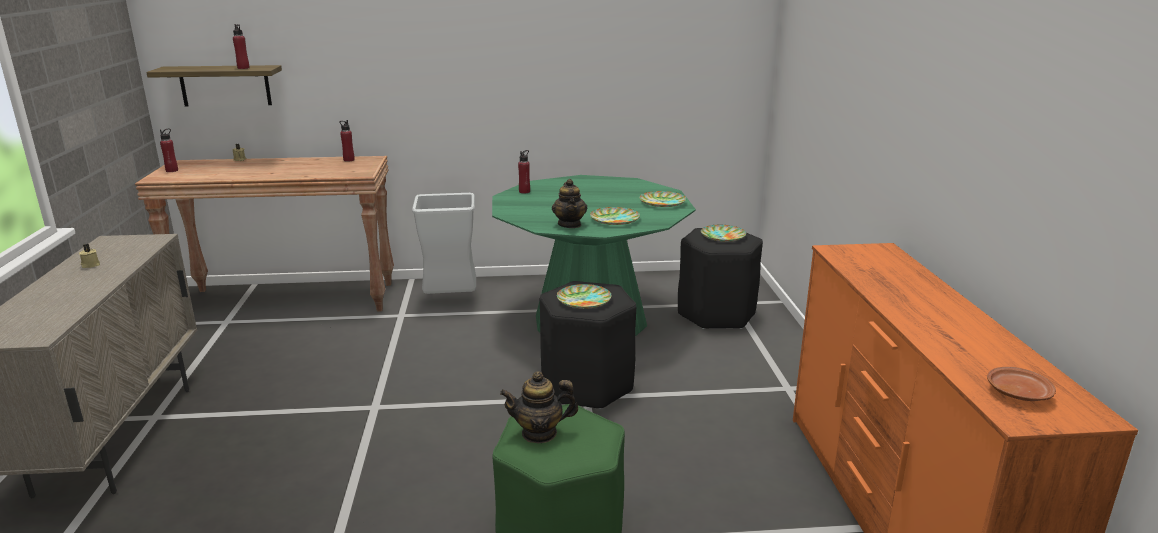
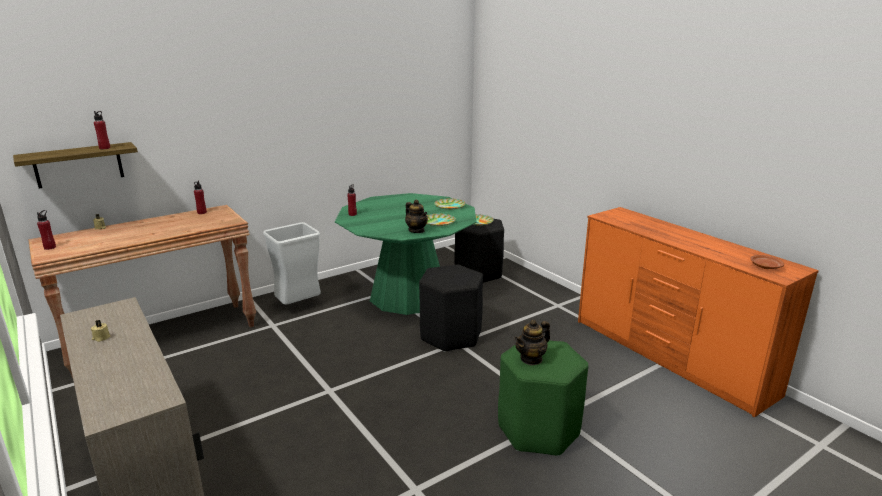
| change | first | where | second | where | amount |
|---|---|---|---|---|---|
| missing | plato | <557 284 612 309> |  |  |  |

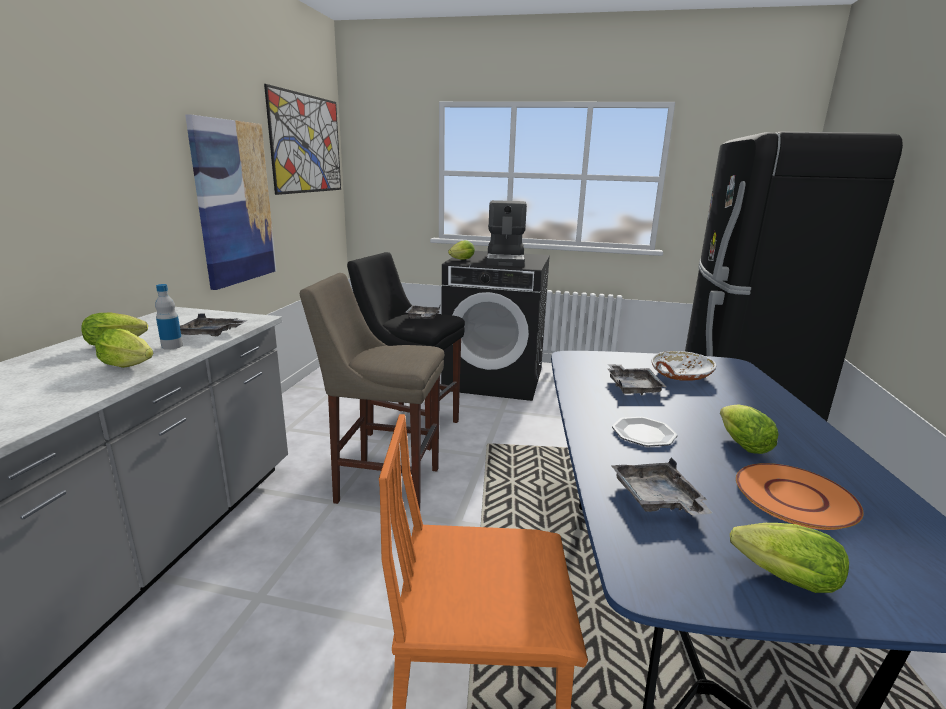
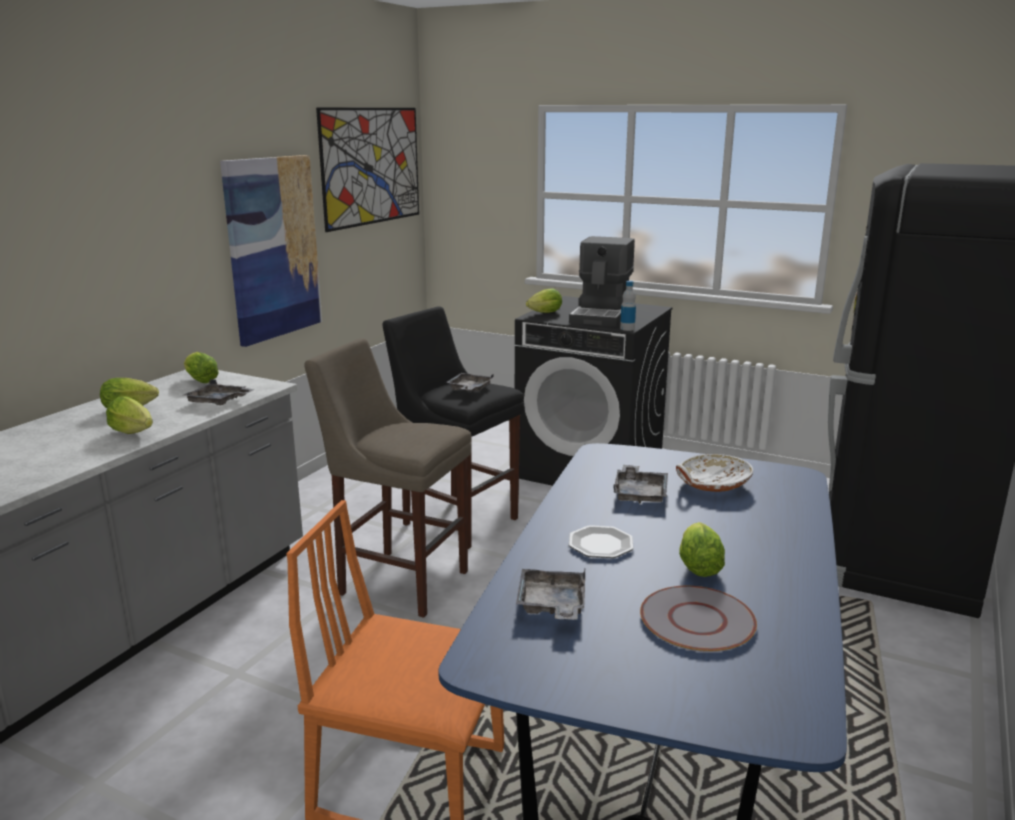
| change | first | where | second | where | amount |
|---|---|---|---|---|---|
| relocated | lechuga | <730 523 849 593> |  | <184 352 219 383> |  |
| relocated | botella | <155 284 183 350> |  | <620 281 636 331> |  |
| colour | plato [naranja] | <736 463 864 530> | plato [gris] | <640 586 757 652> |  |

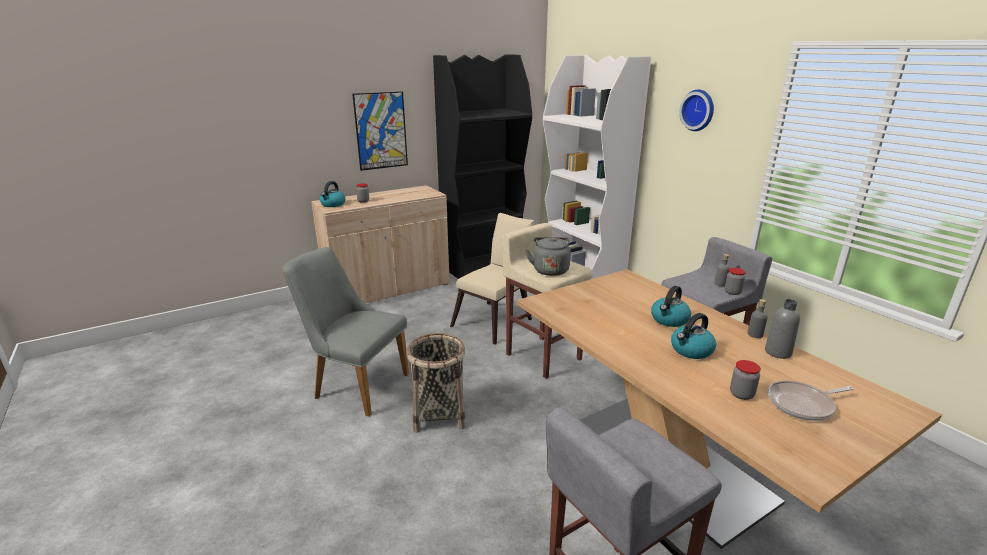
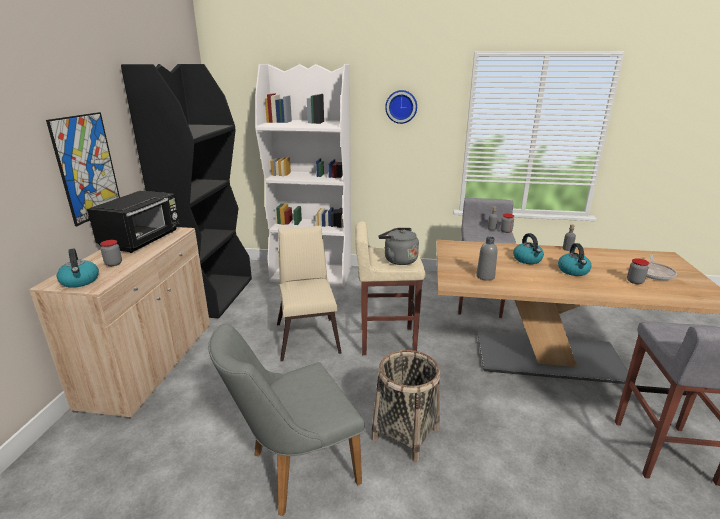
| change | first | where | second | where | amount |
|---|---|---|---|---|---|
| appeared |  |  | microondas [negro] | <87 191 181 253> |  |
| relocated | botella [gris] | <765 299 800 359> |  | <476 237 497 281> |  |

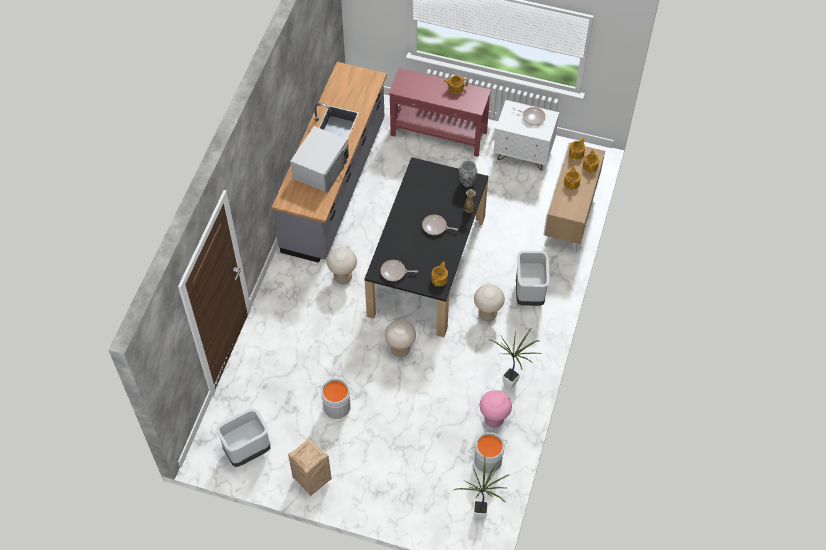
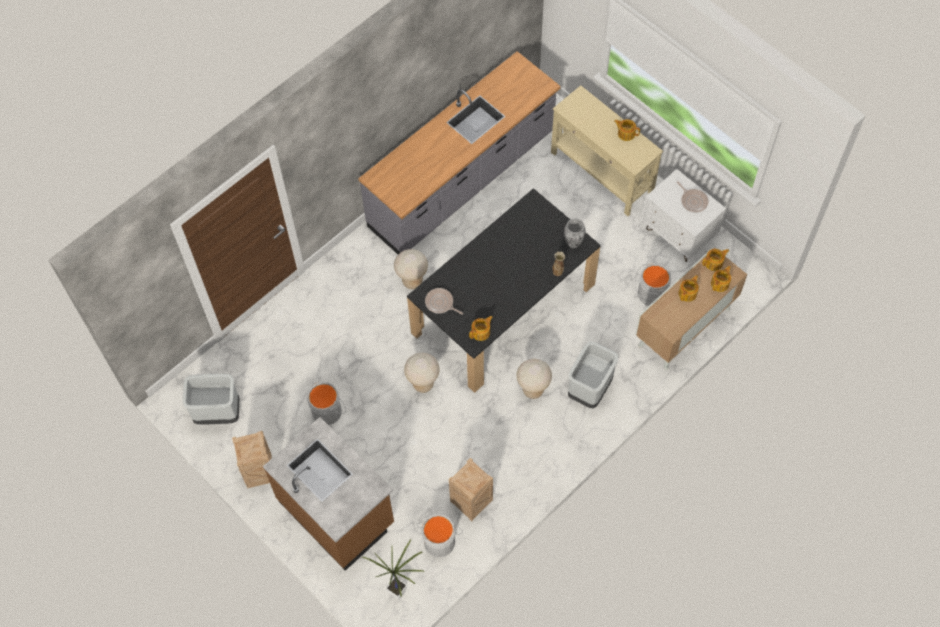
| change | first | where | second | where | amount |
|---|---|---|---|---|---|
| appeared |  |  | mueble bajo de cocina [marrón] | <263 417 394 571> |  |
| exchanged | taburete [rosa] | <480 390 512 428> | caja de embalaje | <449 458 493 521> |  |
| colour | mesa consola [rojo] | <389 68 491 157> | mesa consola [beis] | <551 85 663 216> |  |
| appeared |  |  | cubo [gris] | <635 263 671 306> |  |
| missing | microondas [blanco] | <290 126 349 193> |  |  |  |
| missing | sartén | <422 215 457 235> |  |  |  |
| missing | planta en maceta | <490 328 541 389> |  |  |  |

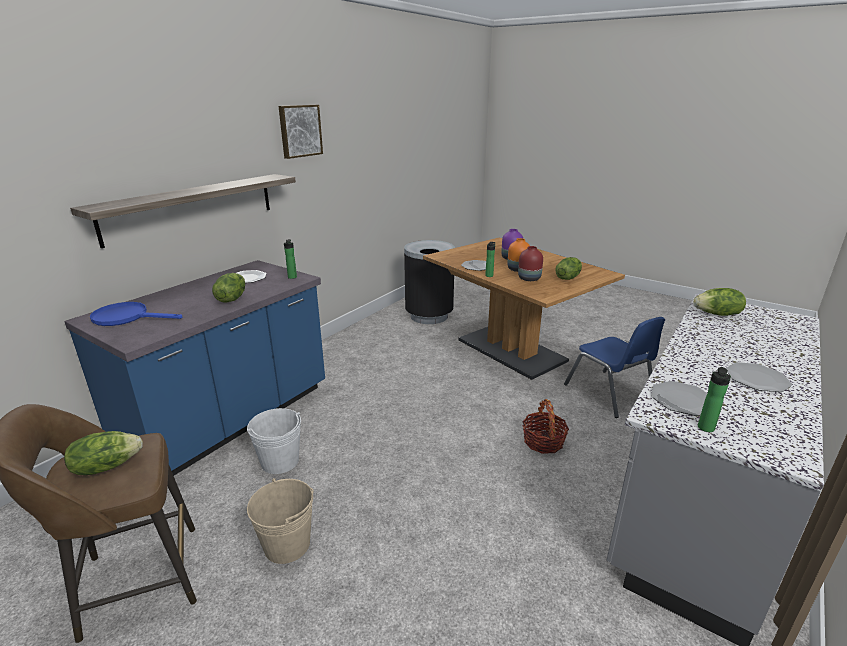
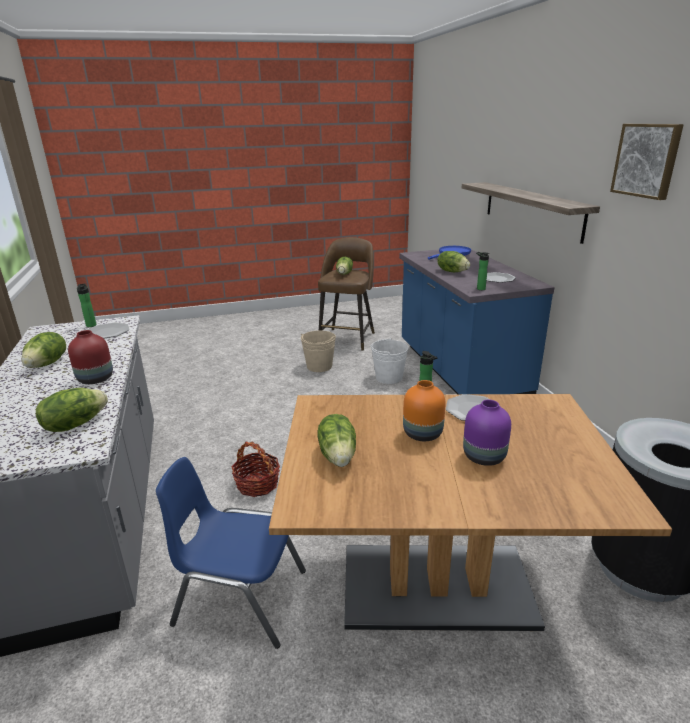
| change | first | where | second | where | amount |
|---|---|---|---|---|---|
| exchanged | plato | <726 362 792 392> | lechuga | <21 332 66 368> |  |
| relocated | florero [rojo] | <518 246 543 281> |  | <68 330 113 384> |  |

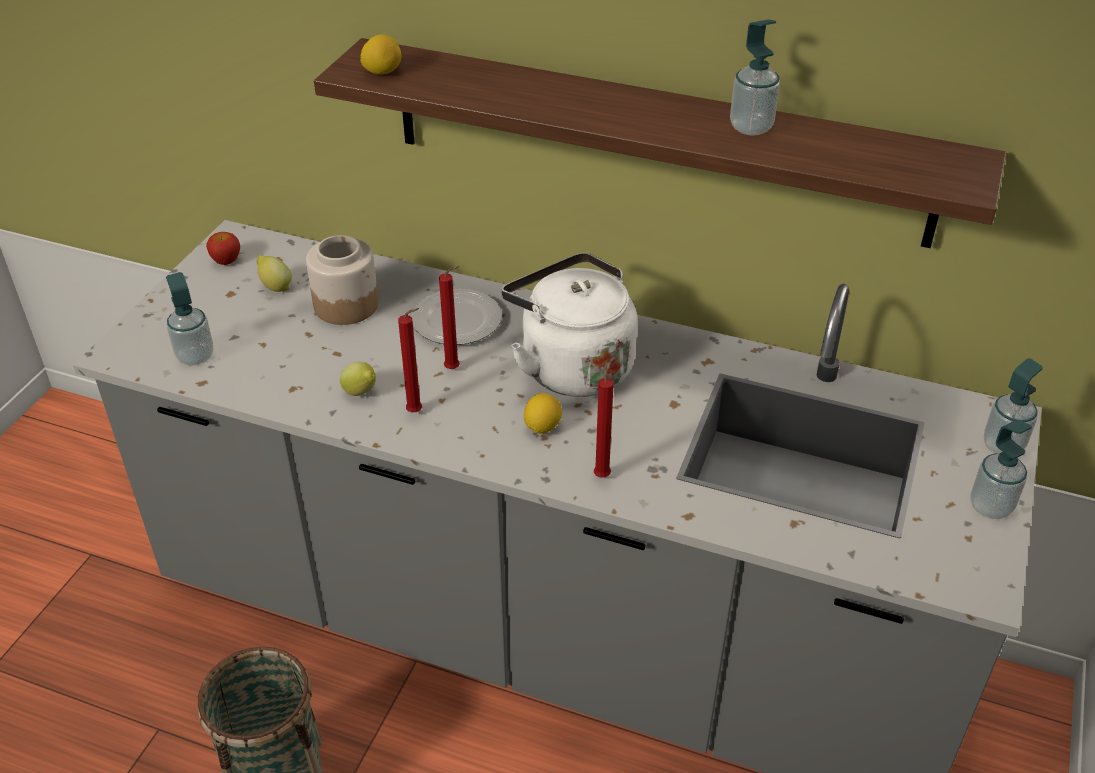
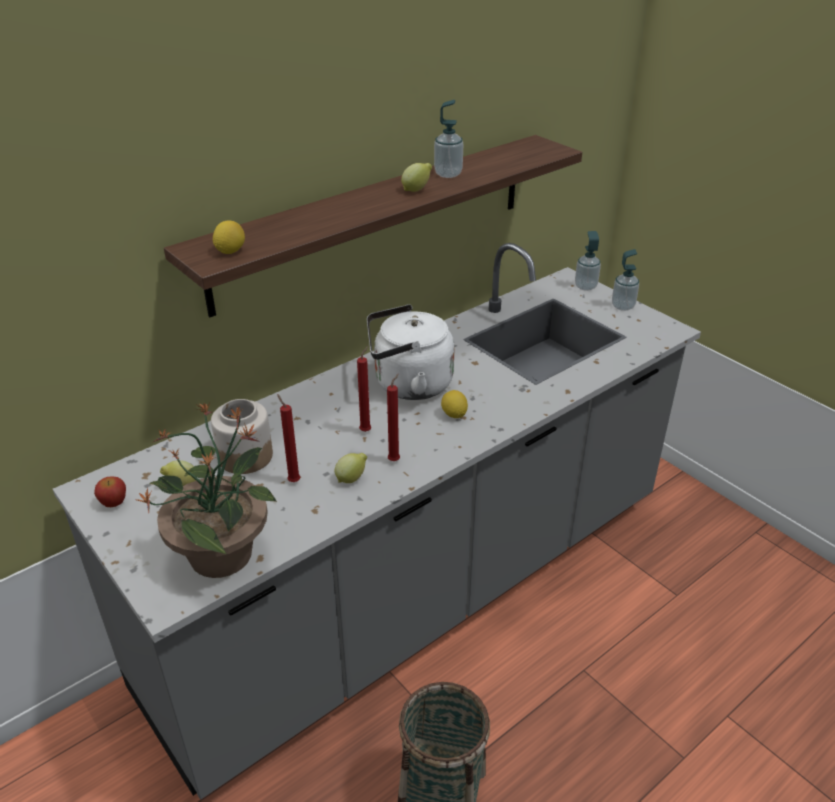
| change | first | where | second | where | amount |
|---|---|---|---|---|---|
| exchanged | dispensador de jabón | <166 272 213 365> | planta en maceta | <137 401 277 578> |  |
| relocated | vela [rojo] | <594 361 614 478> |  | <277 394 300 482> |  |
| appeared |  |  | limón | <401 163 432 192> |  |
| missing | plato | <412 289 502 345> |  |  |  |

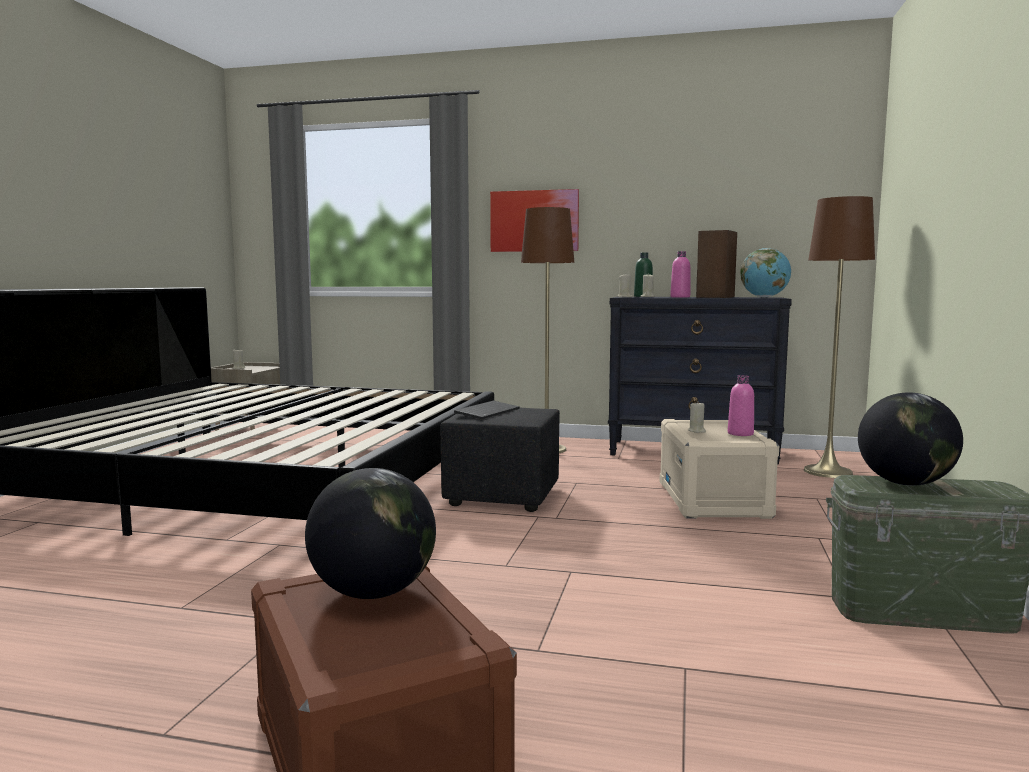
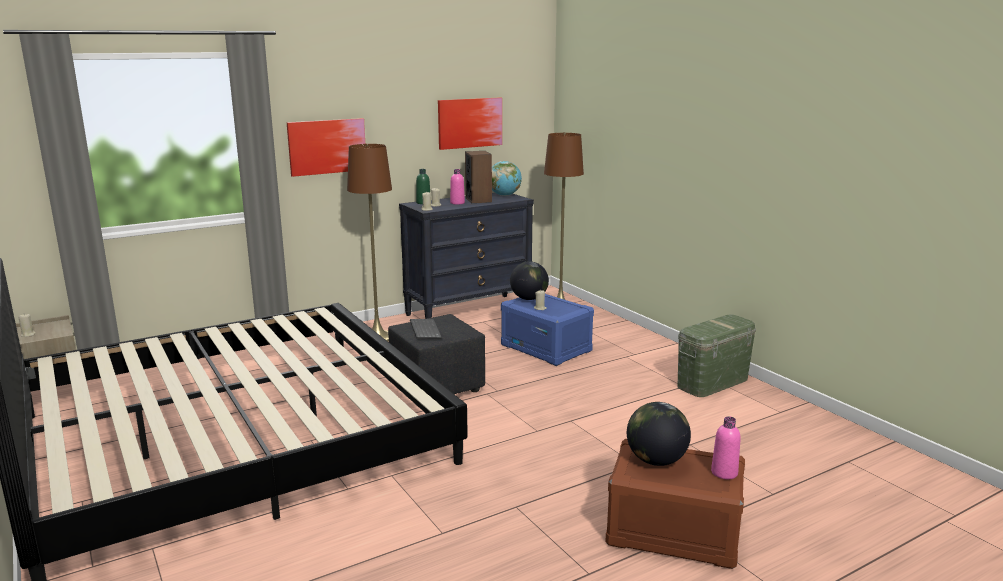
| change | first | where | second | where | amount |
|---|---|---|---|---|---|
| appeared |  |  | cuadro | <438 98 502 150> |  |
| colour | caja de almacenaje [beis] | <660 419 779 519> | caja de almacenaje [azul] | <501 294 594 366> |  |
| relocated | globo terráqueo | <858 392 963 486> |  | <510 261 549 300> |  |
| relocated | botella [rosa] | <728 375 754 436> |  | <711 416 741 479> |  |

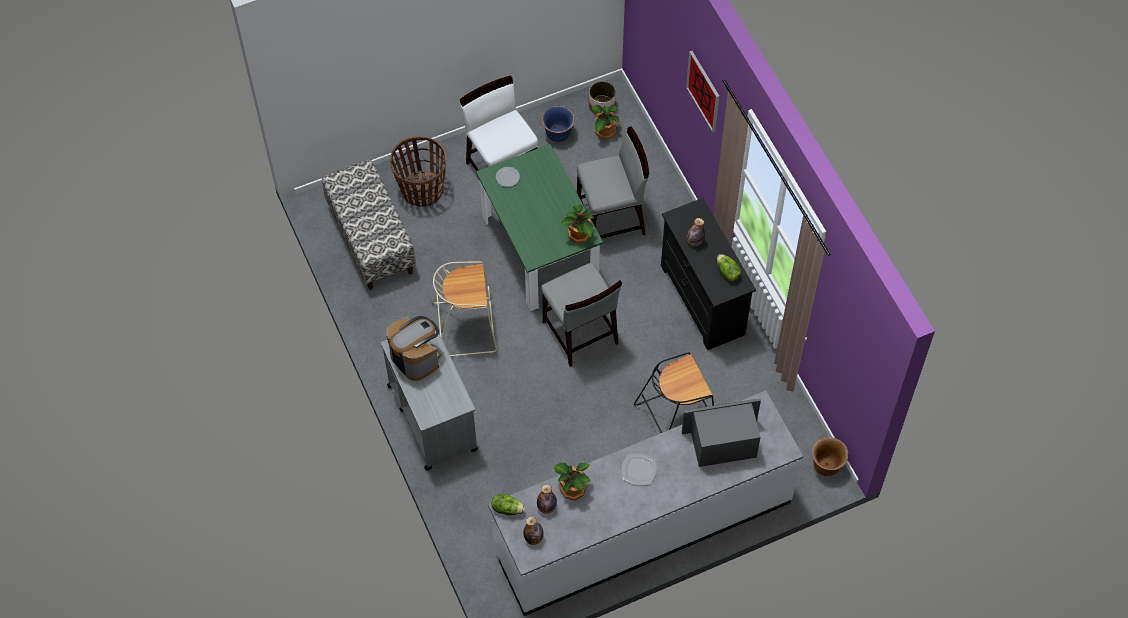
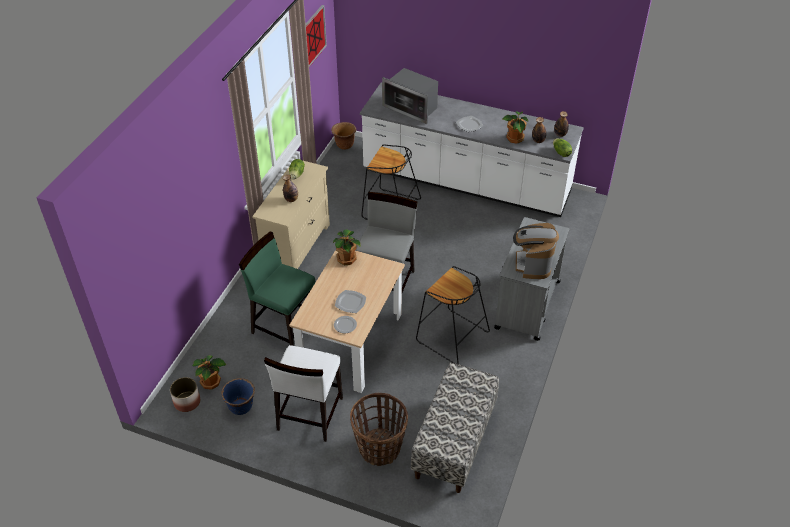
| change | first | where | second | where | amount |
|---|---|---|---|---|---|
| colour | silla [gris] | <577 127 649 239> | silla [verde] | <239 231 315 346> |  |
| colour | cómoda [negro] | <661 198 756 350> | cómoda [beis] | <252 159 330 269> |  |
| colour | mesa de comedor [verde] | <476 144 603 311> | mesa de comedor [beis] | <289 250 405 393> |  |
| relocated | cuadro | <686 51 719 133> |  | <306 5 327 67> |  |
| appeared |  |  | plato | <335 290 366 313> |  |
| colour | taburete [beis] | <432 261 497 356> | taburete [negro] | <416 266 490 364> |  |

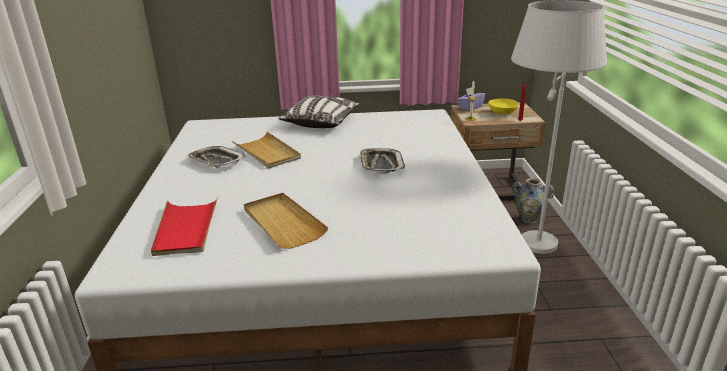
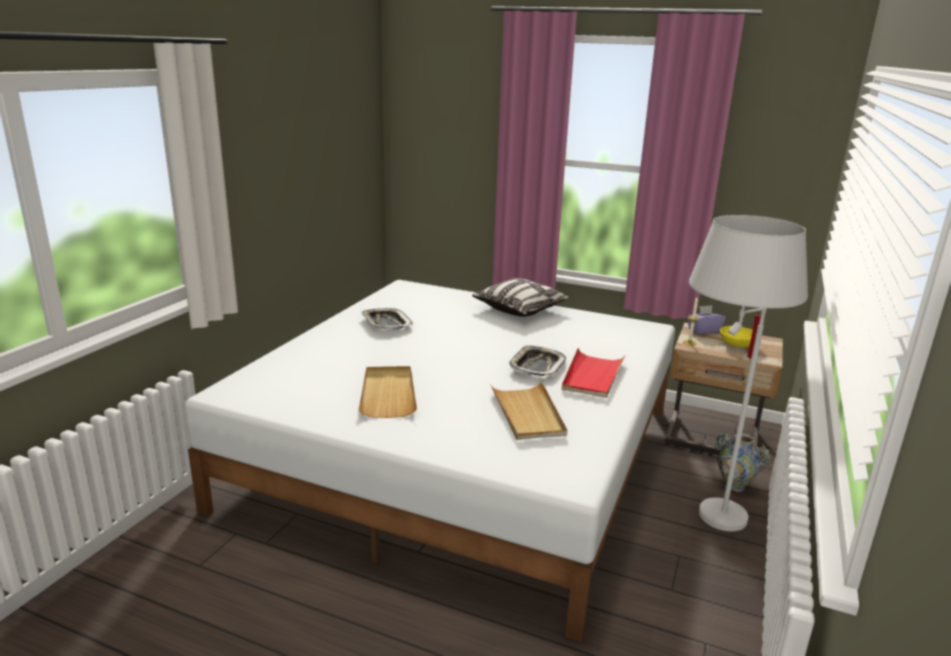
| change | first | where | second | where | amount |
|---|---|---|---|---|---|
| relocated | bandeja [beis] | <232 132 301 169> |  | <490 381 567 440> |  |
| relocated | bandeja [rojo] | <151 197 218 256> |  | <562 348 625 398> |  |

